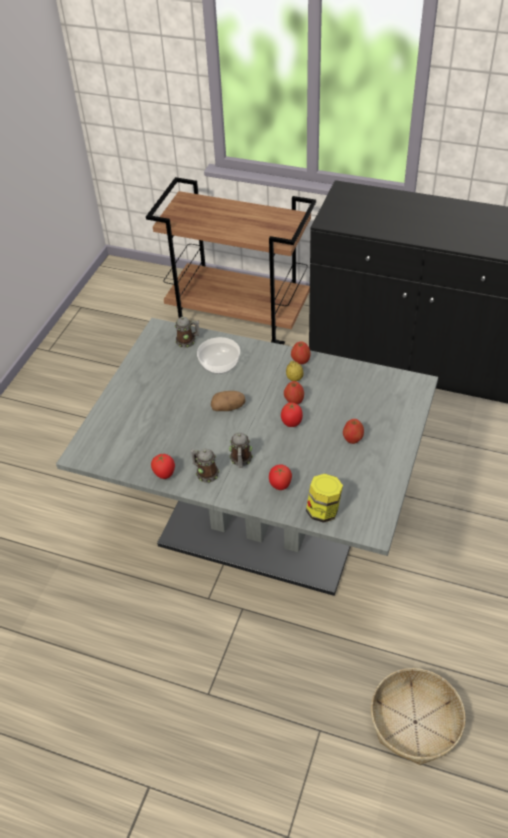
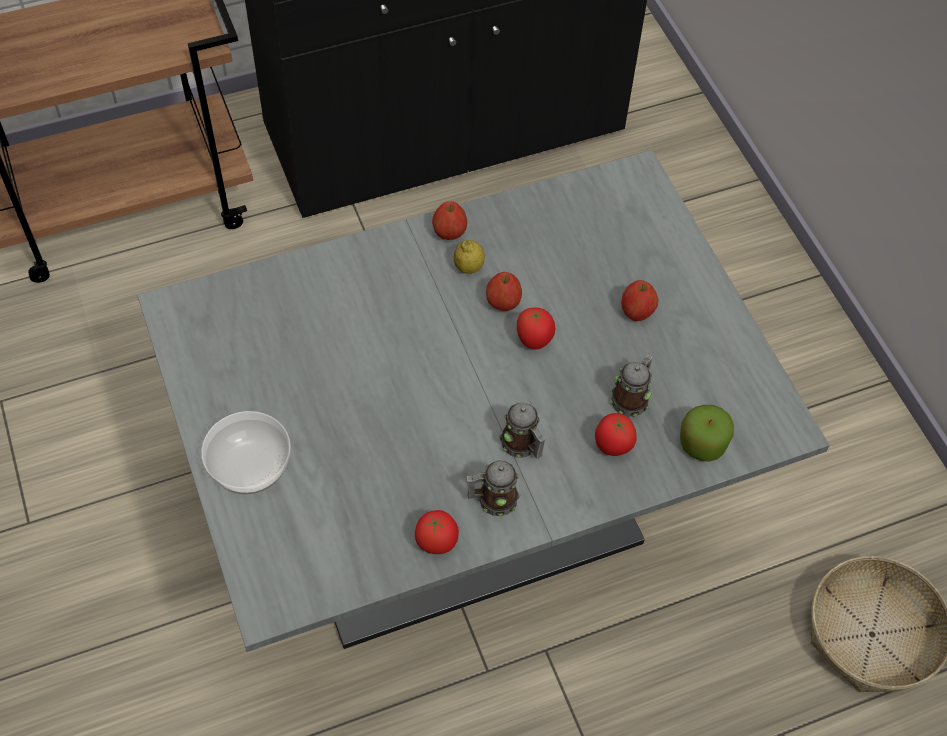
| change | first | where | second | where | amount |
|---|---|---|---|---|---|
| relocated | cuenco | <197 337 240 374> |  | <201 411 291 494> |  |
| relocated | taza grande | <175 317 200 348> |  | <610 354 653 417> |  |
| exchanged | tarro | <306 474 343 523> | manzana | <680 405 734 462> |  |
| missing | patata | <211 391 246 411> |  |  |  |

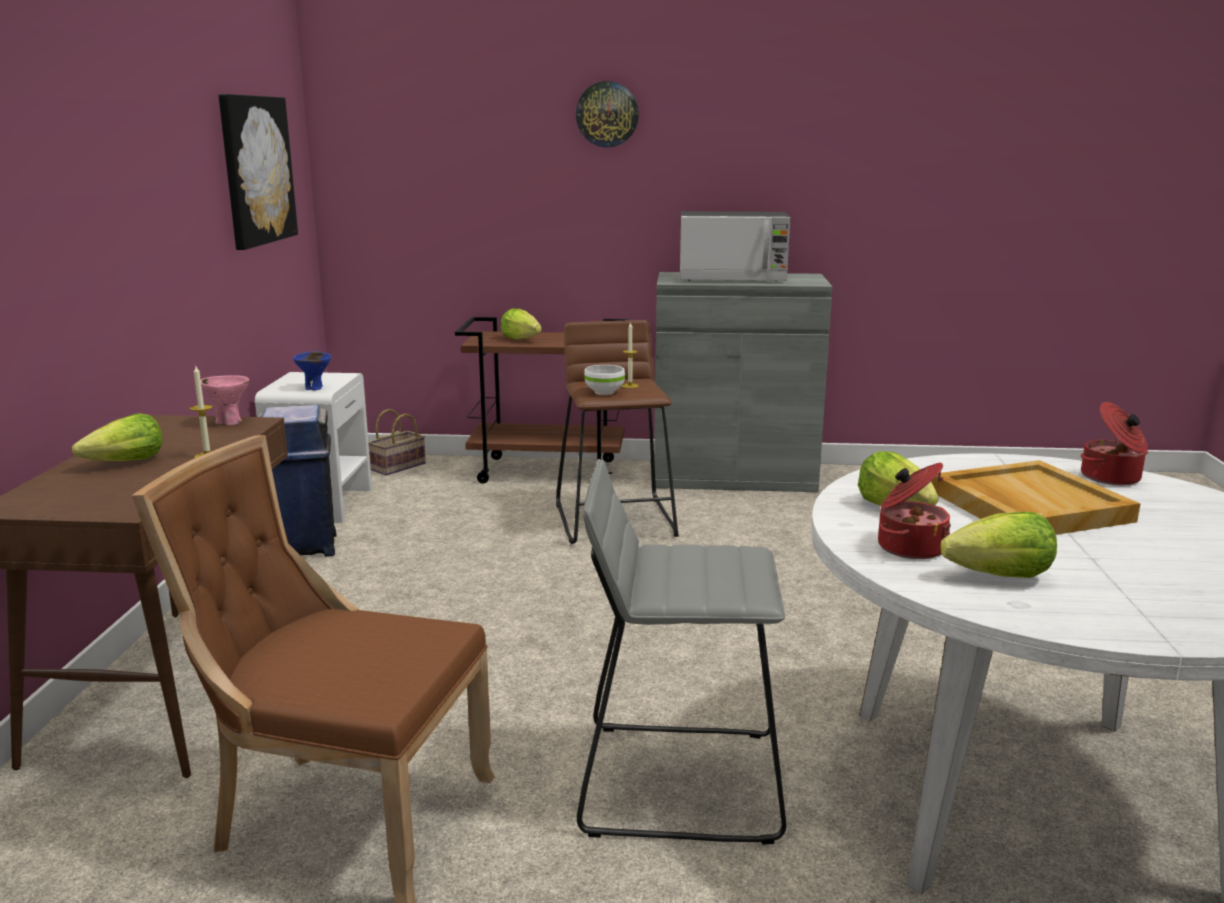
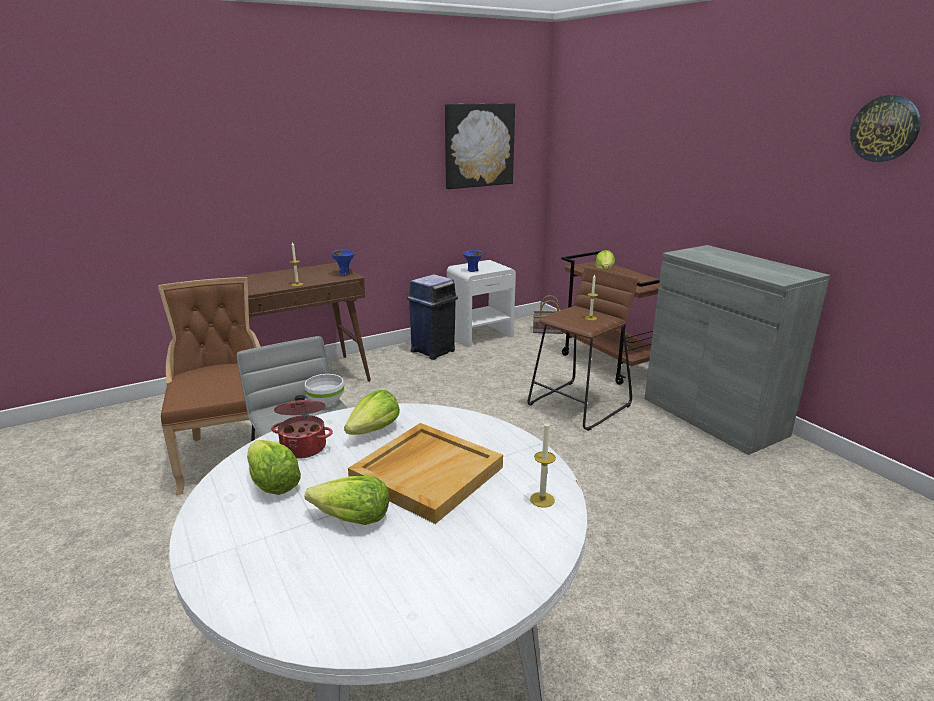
| change | first | where | second | where | amount |
|---|---|---|---|---|---|
| relocated | lechuga | <72 413 162 461> |  | <304 476 389 525> |  |
| relocated | cuenco [blanco] | <584 365 625 395> |  | <305 374 344 406> |  |
| colour | cuenco [rosa] | <201 376 250 426> | cuenco [azul] | <331 250 355 275> |  |
| exchanged | olla | <1081 402 1148 485> | vela | <530 420 556 508> |  |
| relocated | reloj de pared | <576 81 639 147> |  | <850 95 921 162> |  |
| missing | microondas | <680 211 790 282> |  |  |  |

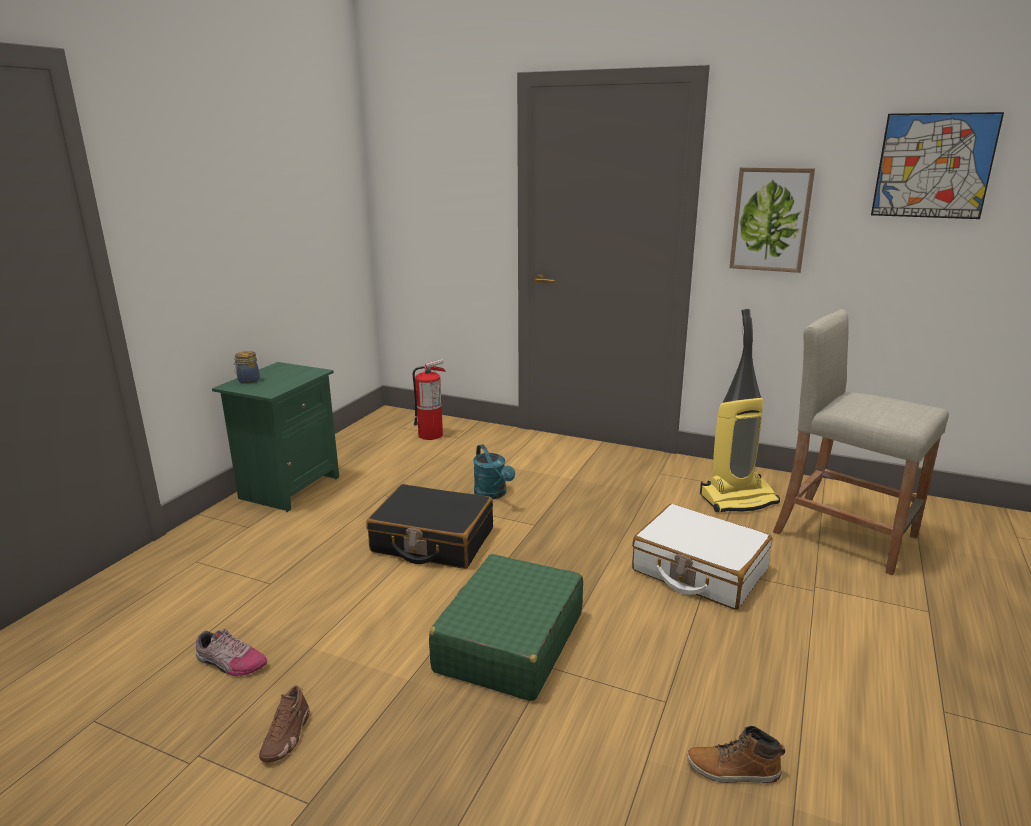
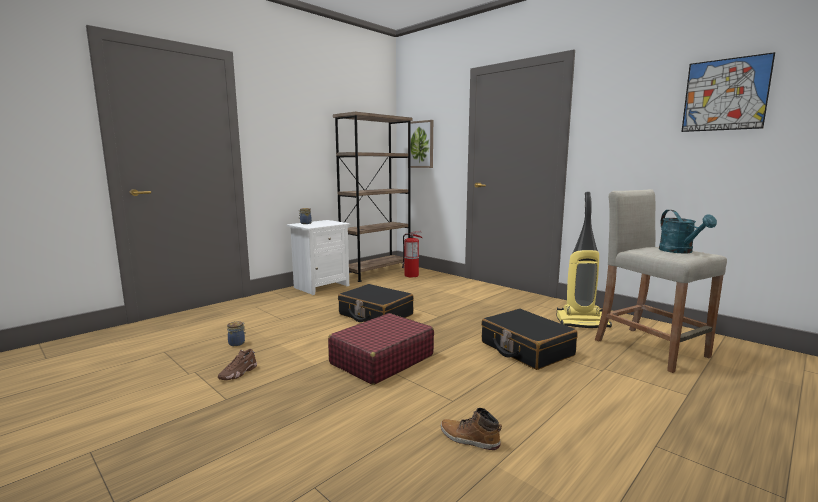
| change | first | where | second | where | amount |
|---|---|---|---|---|---|
| exchanged | zapato | <196 629 267 676> | tarro | <227 321 246 346> |  |
| colour | mesita de noche [verde] | <212 362 339 512> | mesita de noche [blanco] | <286 220 351 295> |  |
| colour | maleta [verde] | <429 554 583 701> | maleta [rojo] | <328 313 434 385> |  |
| appeared |  |  | estantería [marrón] | <333 112 413 282> |  |
| relocated | cuadro | <729 167 815 273> |  | <410 120 433 168> |  |
| colour | maleta [blanco] | <632 504 772 610> | maleta [negro] | <481 309 578 370> |  |
| relocated | regadera [turquesa] | <473 444 515 499> |  | <659 210 717 253> |  |

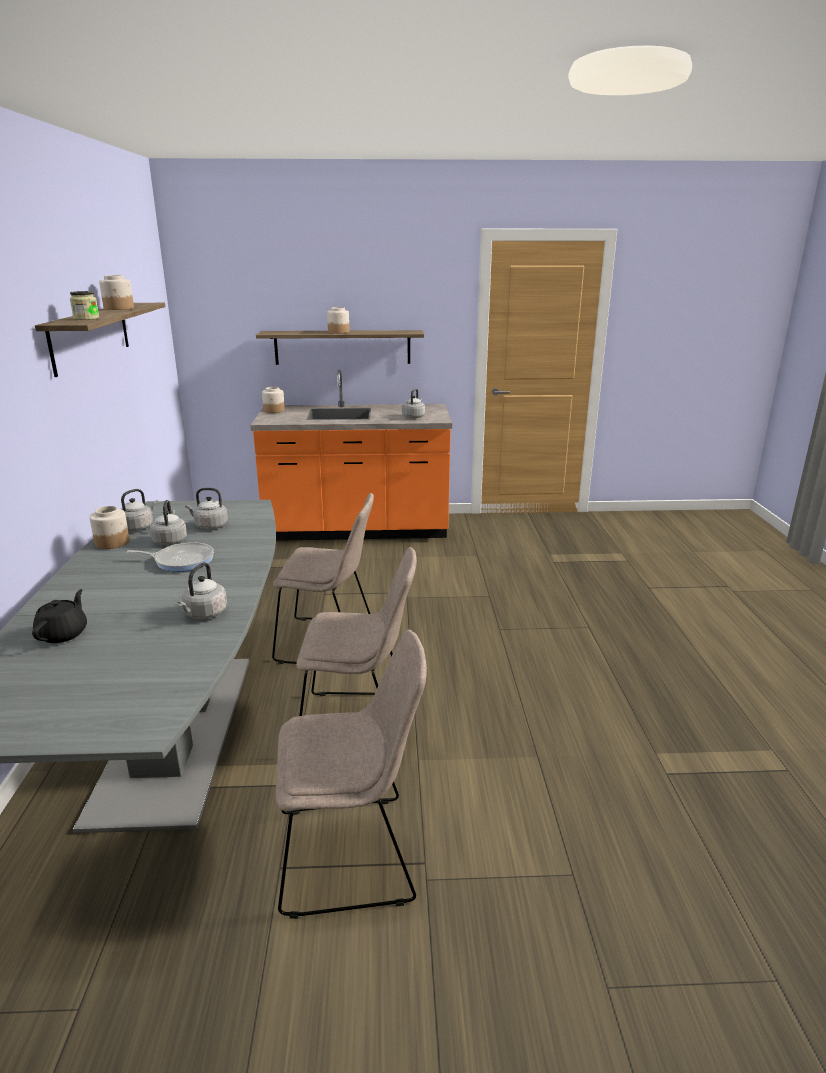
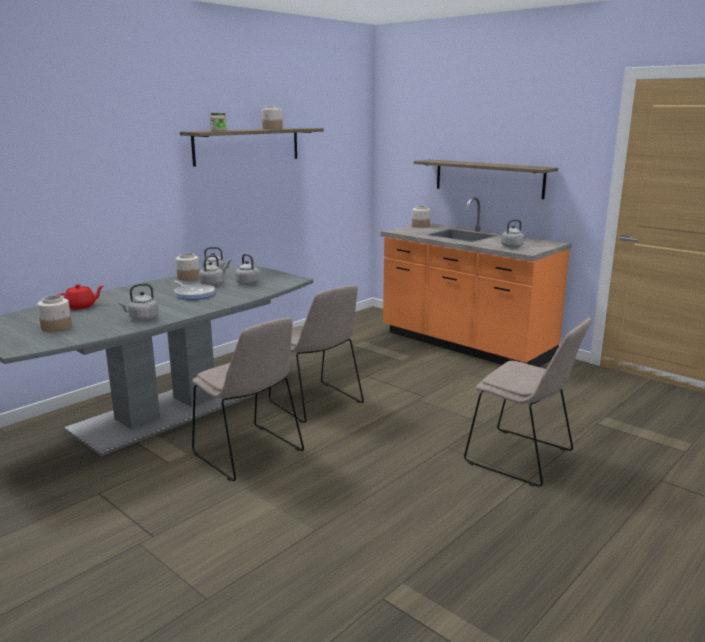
| change | first | where | second | where | amount |
|---|---|---|---|---|---|
| relocated | tarro | <327 307 349 334> |  | <37 295 72 332> |  |
| colour | tetera [negro] | <32 589 87 643> | tetera [rojo] | <58 284 104 309> |  |
| relocated | silla [beis] | <276 630 427 919> |  | <464 317 591 487> |  |

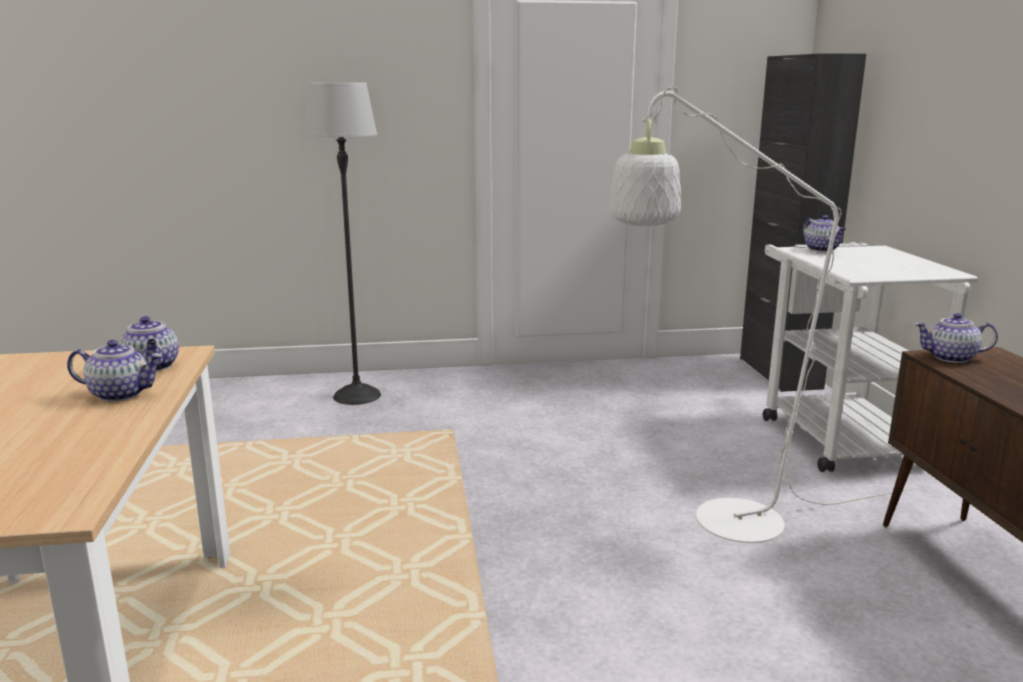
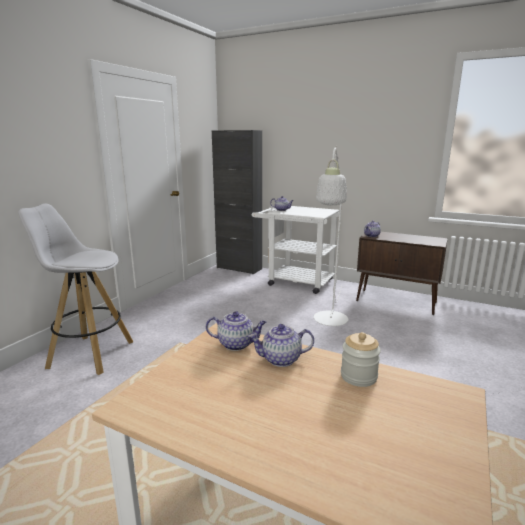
| change | first | where | second | where | amount |
|---|---|---|---|---|---|
| exchanged | lámpara de pie | <304 82 381 405> | taburete [blanco] | <18 203 133 375> |  |
| spun | tetera | <67 340 163 402> |  | <248 324 314 367> | 135 degrees counterclockwise |
| appeared |  |  | tarro | <341 332 381 387> |  |

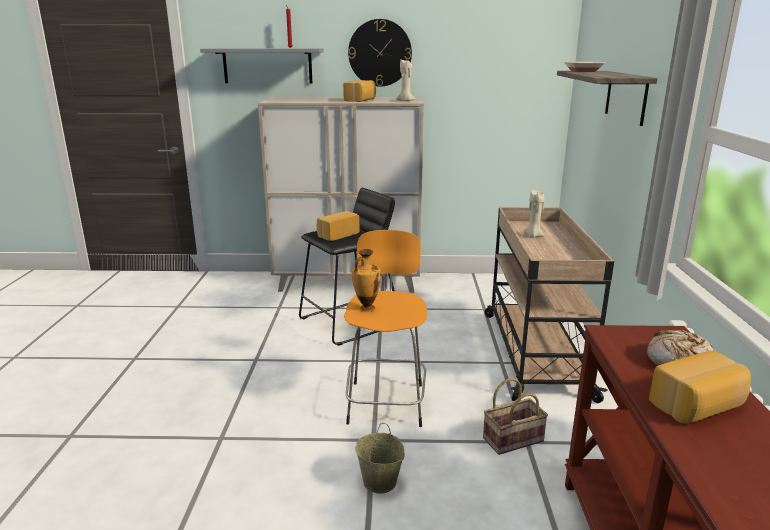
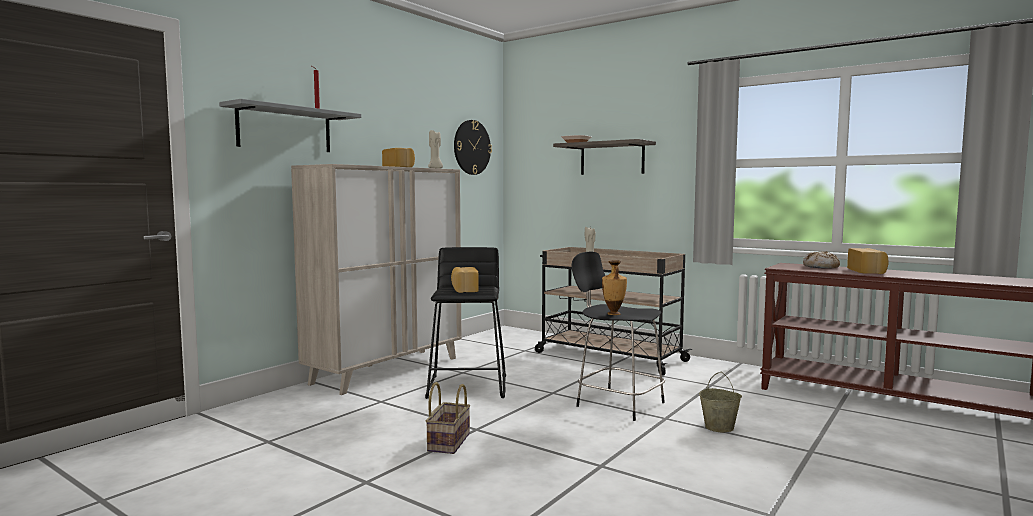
| change | first | where | second | where | amount |
|---|---|---|---|---|---|
| relocated | cesta | <483 378 548 455> |  | <426 382 470 454> |  |
| relocated | reloj de pared | <348 19 412 87> |  | <454 120 492 175> |  |
| colour | taburete [naranja] | <344 230 427 427> | taburete [negro] | <572 252 665 421> |  |

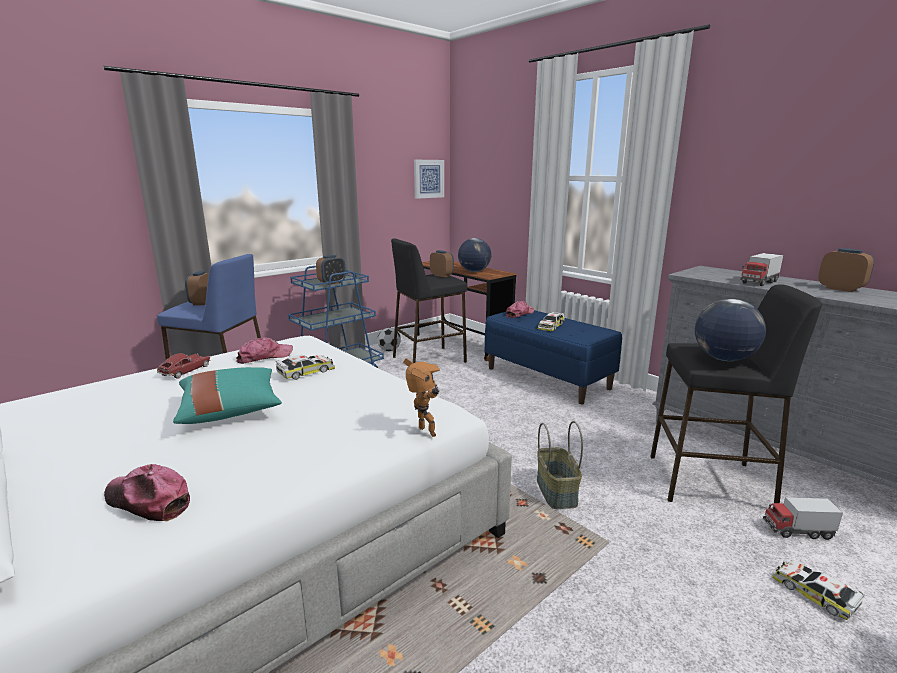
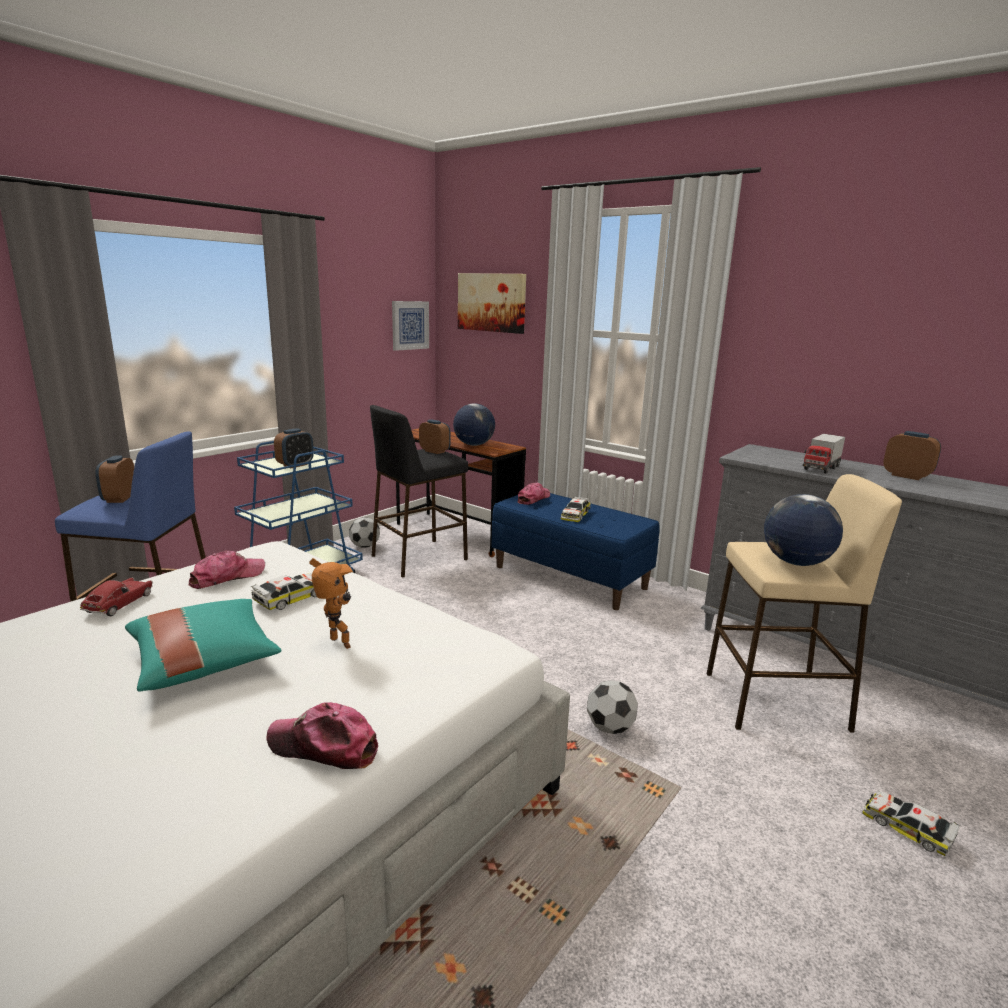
| change | first | where | second | where | amount |
|---|---|---|---|---|---|
| relocated | gorra | <104 464 190 521> |  | <266 702 378 769> |  |
| relocated | robot de juguete | <403 358 440 437> |  | <309 558 353 649> |  |
| appeared |  |  | cuadro | <458 273 526 334> |  |
| exchanged | cesta | <537 421 583 509> | balón de fútbol | <587 680 638 734> |  |
| colour | taburete [negro] | <650 284 822 508> | taburete [beis] | <707 474 902 732> |  |
| missing | camión de juguete | <763 497 843 540> |  |  |  |

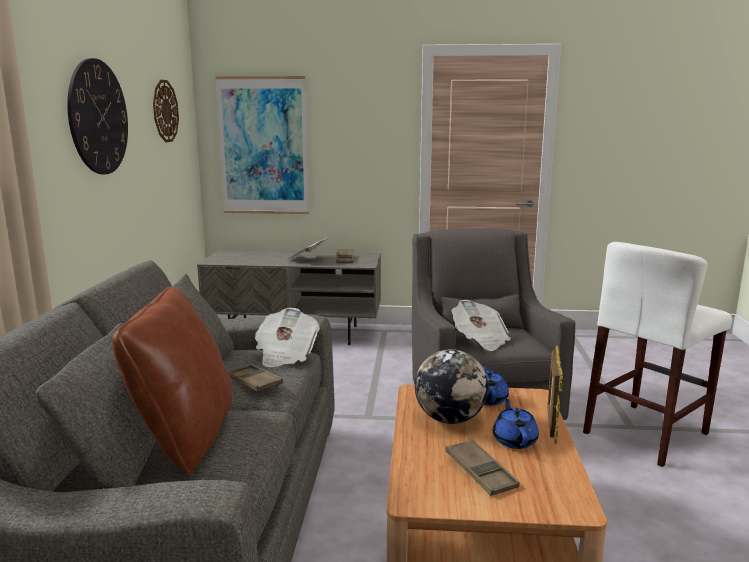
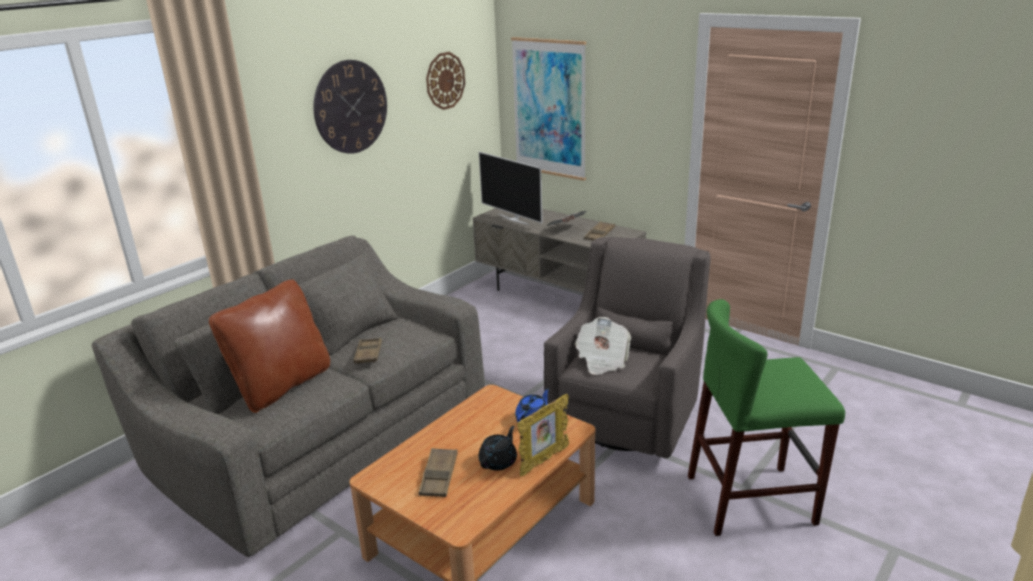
| change | first | where | second | where | amount |
|---|---|---|---|---|---|
| appeared |  |  | televisor | <479 152 543 225> |  |
| colour | tetera [azul] | <493 399 539 449> | tetera [negro] | <479 426 517 471> |  |
| colour | taburete [blanco] | <583 242 732 467> | taburete [verde] | <688 299 845 536> |  |
| missing | periódico | <254 308 320 367> |  |  |  |
| missing | globo terráqueo | <415 349 488 424> |  |  |  |

